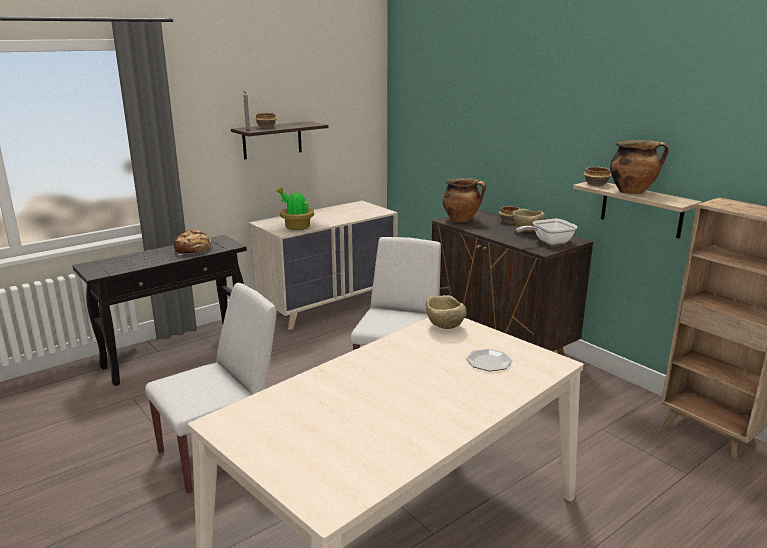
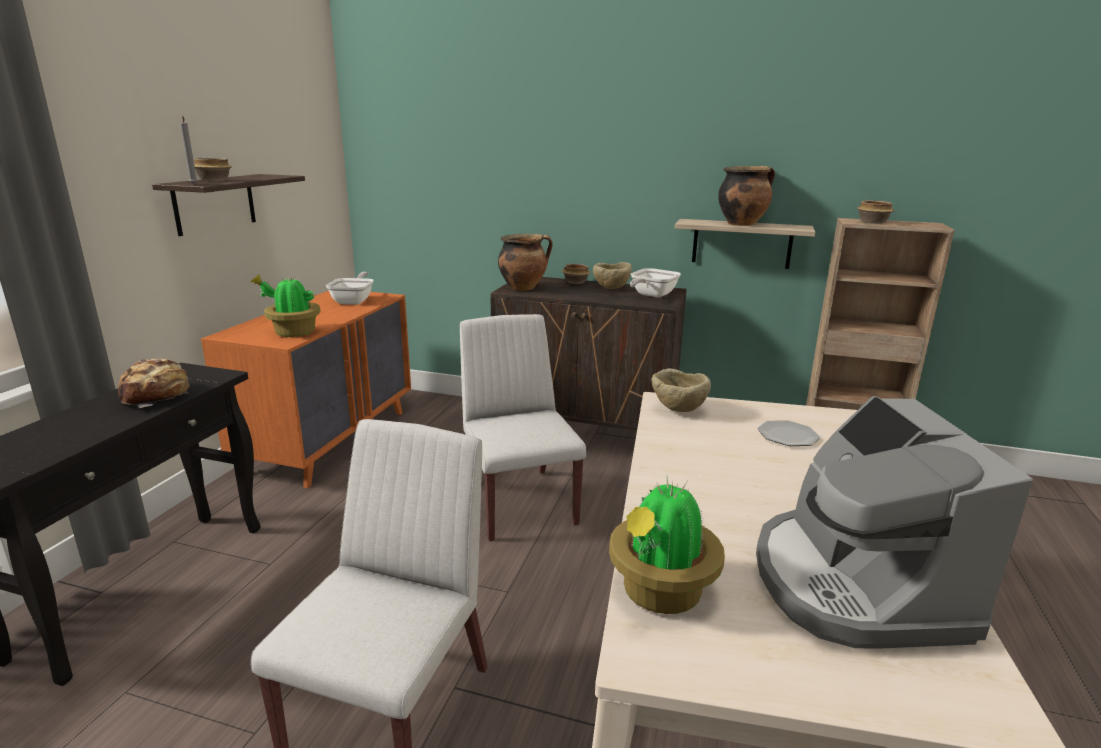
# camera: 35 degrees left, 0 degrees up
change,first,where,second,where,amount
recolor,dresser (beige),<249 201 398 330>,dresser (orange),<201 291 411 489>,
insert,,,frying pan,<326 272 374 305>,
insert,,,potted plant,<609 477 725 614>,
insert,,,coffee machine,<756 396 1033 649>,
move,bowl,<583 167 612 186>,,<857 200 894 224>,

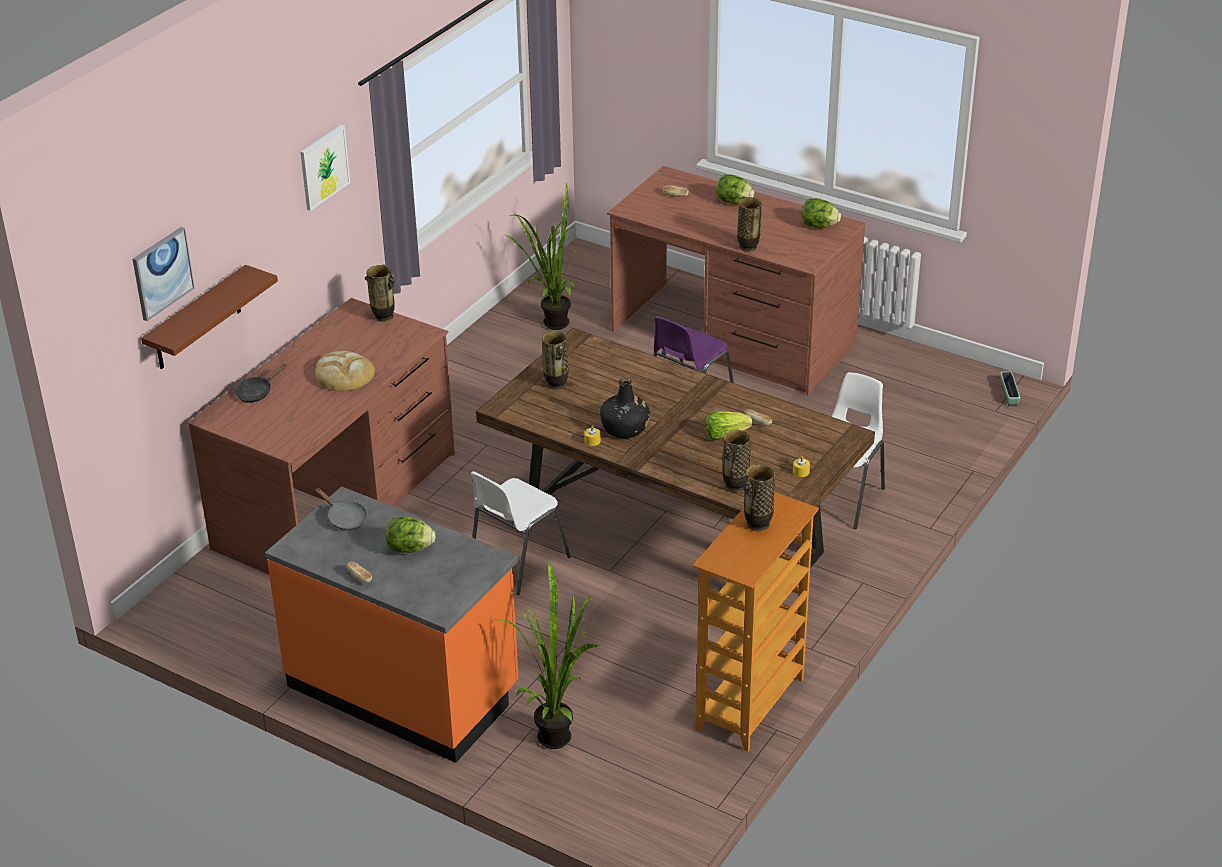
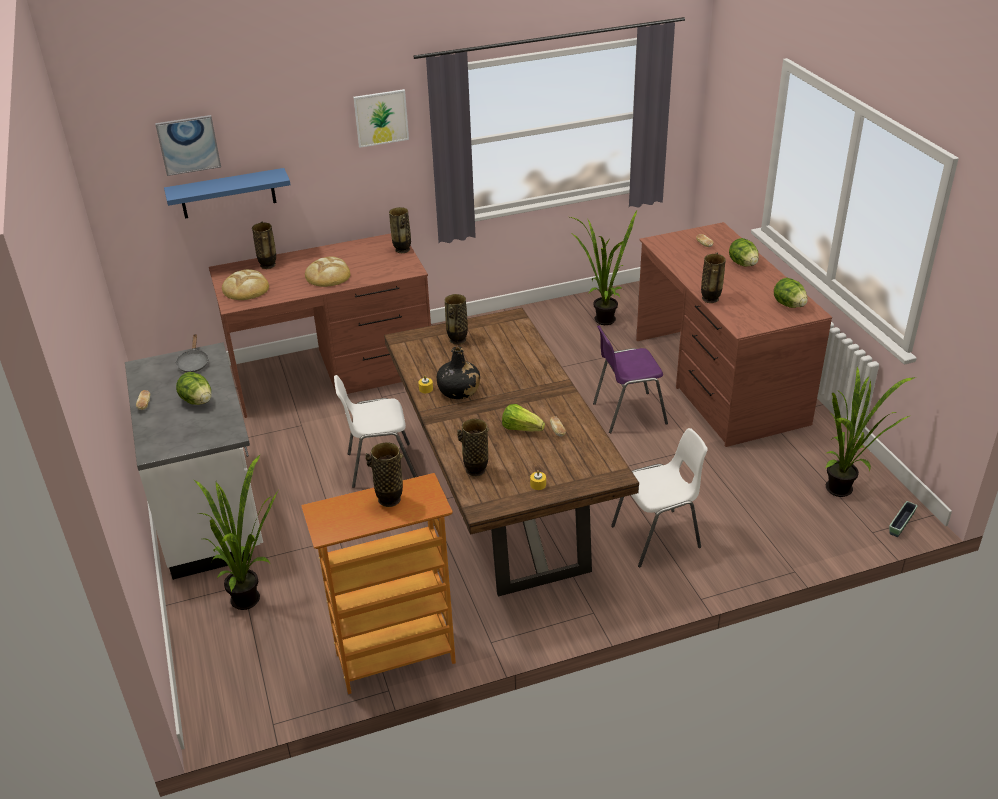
# camera: 40 degrees right, 0 degrees up
change,first,where,second,where,amount
recolor,counter (orange),<265 487 518 763>,counter (white),<125 342 263 580>,
recolor,shelf (brown),<141 265 278 369>,shelf (blue),<164 168 291 219>,
insert,,,bread,<222 269 269 300>,
replace,frying pan (black),<235 364 287 403>,vase,<252 221 276 269>,
insert,,,potted plant,<826 367 917 497>,

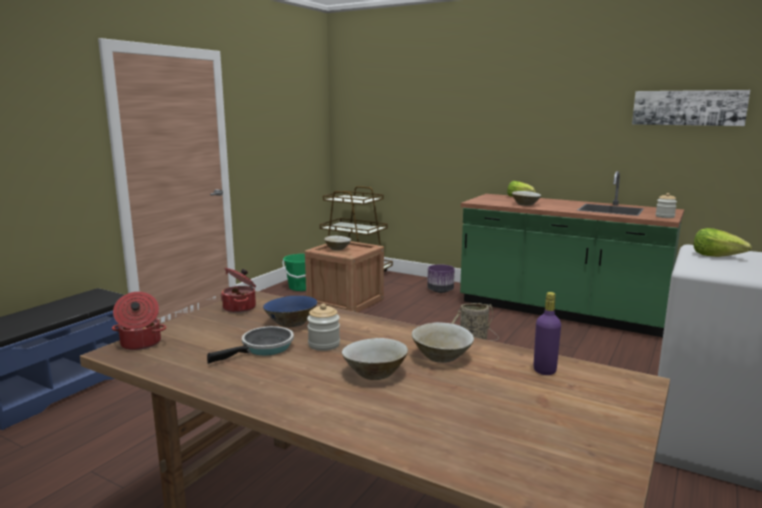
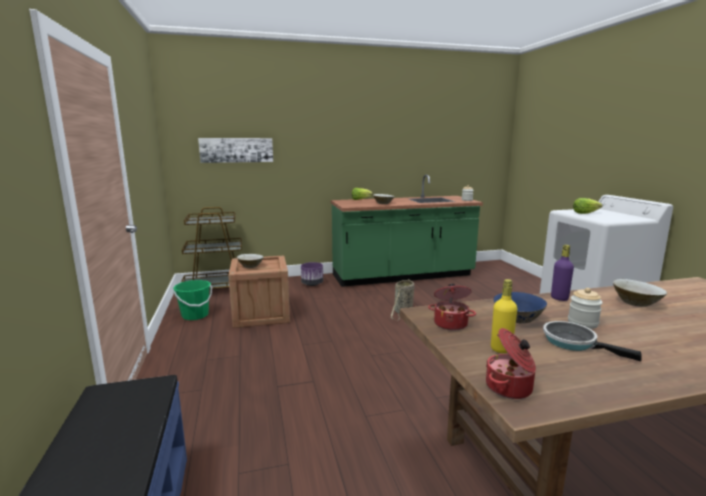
# camera: 45 degrees left, 0 degrees up
change,first,where,second,where,amount
move,picture,<632 90 750 126>,,<198 138 273 163>,
insert,,,bottle (yellow),<491 279 517 353>,
rotate,frying pan,<207 326 294 364>,,<543 321 642 362>,45 degrees counterclockwise
move,bottle (purple),<534 292 561 375>,,<551 244 574 301>,
delete,bowl (beige),<342 338 408 380>,,,

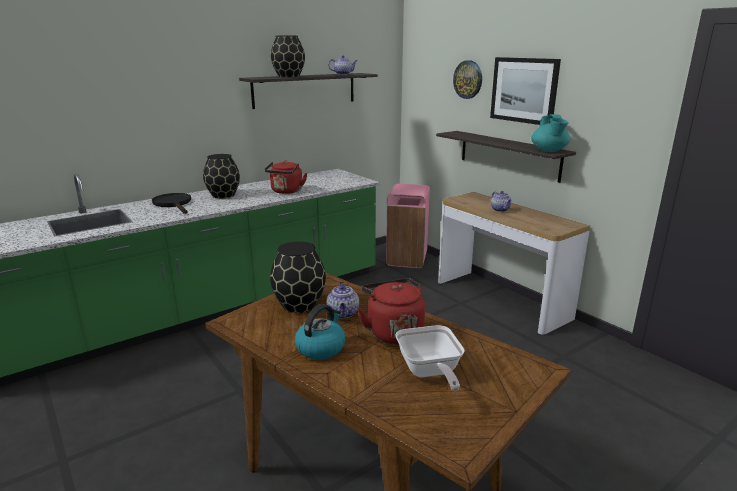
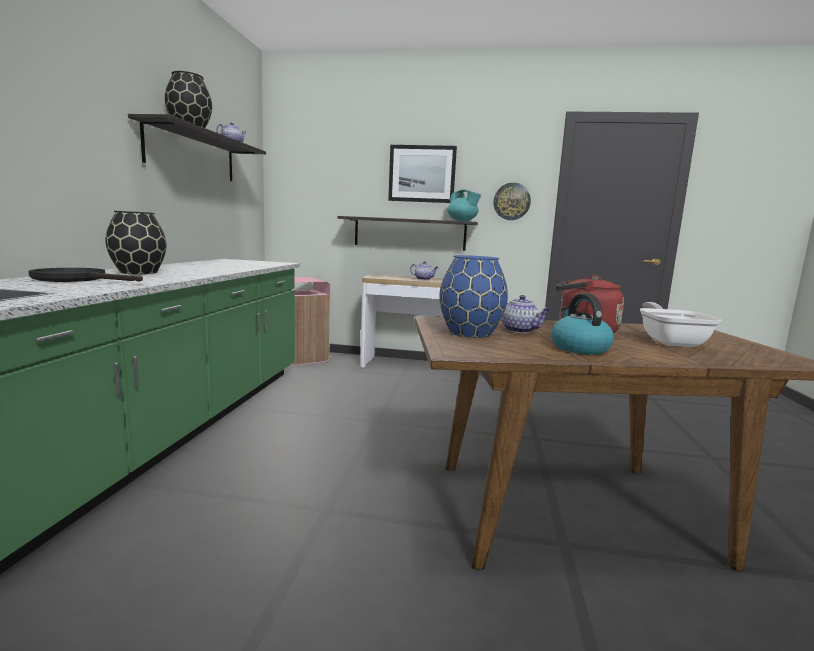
# camera: 45 degrees left, 10 degrees down
change,first,where,second,where,amount
recolor,vase (black),<270 241 326 313>,vase (blue),<439 255 508 338>,
move,wall clock,<453 60 482 99>,,<493 183 531 220>,
rotate,frying pan,<395 325 465 391>,,<640 302 721 347>,120 degrees counterclockwise
delete,kettle (red),<264 161 307 194>,,,

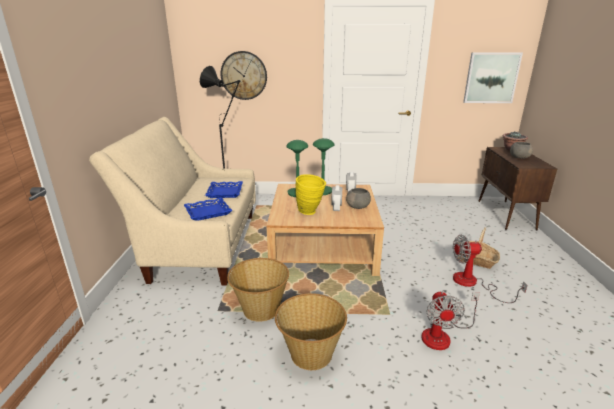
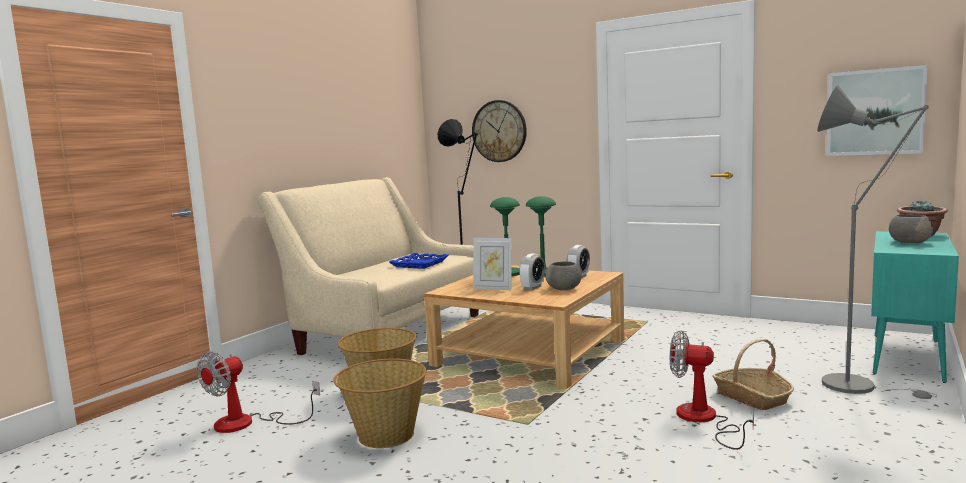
# camera: 30 degrees right, 15 degrees down
change,first,where,second,where,amount
move,fan,<421 291 480 350>,,<197 351 320 433>,
replace,vase (yellow),<295 174 326 215>,picture frame,<473 238 512 290>,
insert,,,floor lamp (grey),<817 85 937 399>,
recolor,cabinet (brown),<479 147 557 230>,cabinet (turquoise),<871 231 959 383>,
delete,tray (blue),<184 197 233 220>,,,

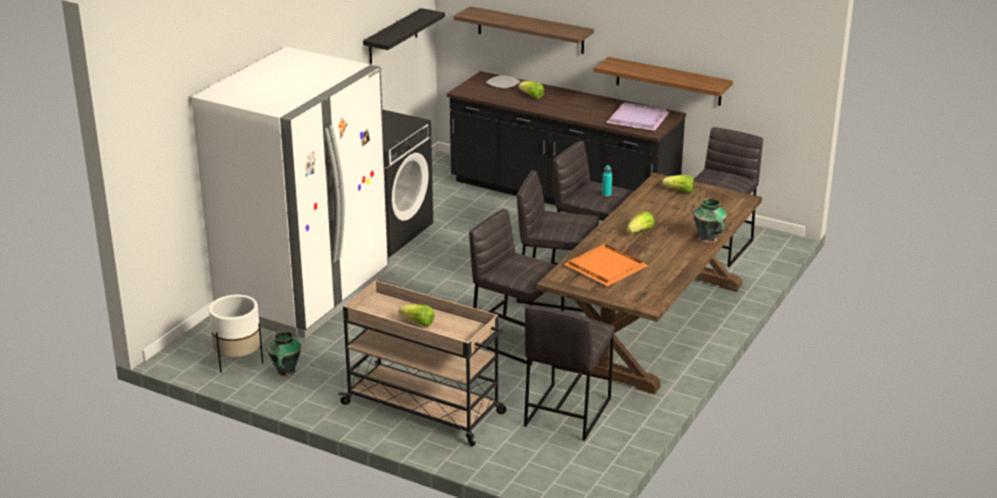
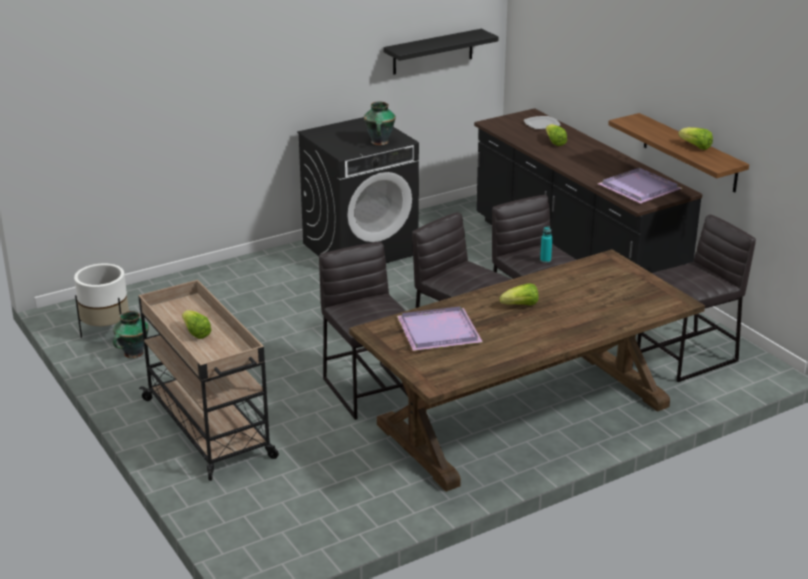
# camera: 30 degrees right, 0 degrees up
change,first,where,second,where,amount
move,vase,<693 198 727 243>,,<364 102 396 145>,
recolor,tray (orange),<564 244 649 286>,tray (purple),<397 306 483 351>,
move,lettuce,<662 175 694 193>,,<678 127 713 150>,
delete,fridge (white),<191 47 389 339>,,,
delete,shelf,<453 6 594 54>,,,
delete,stool (grey),<524 305 615 441>,,,

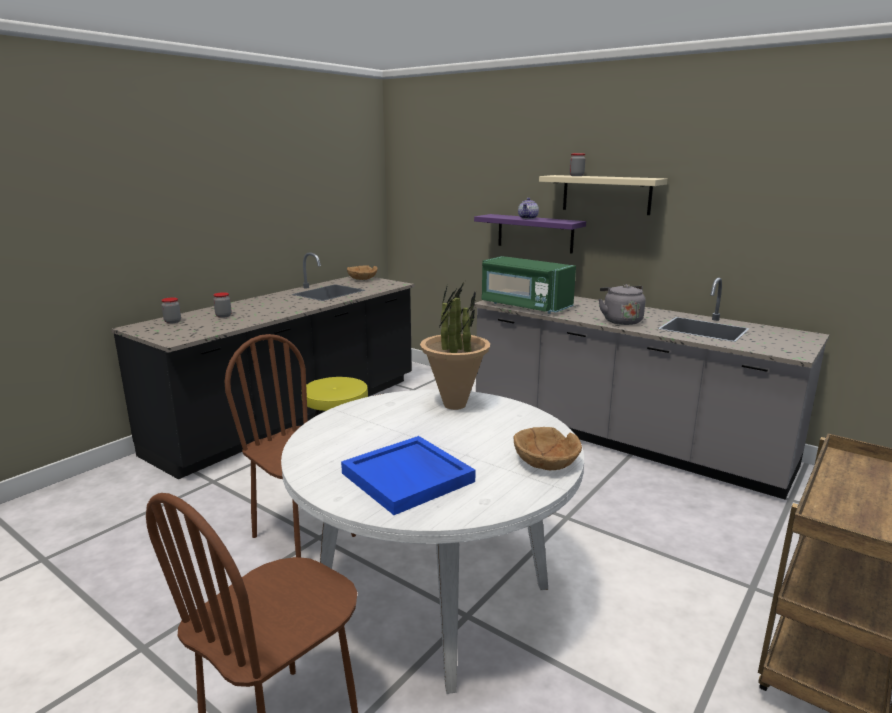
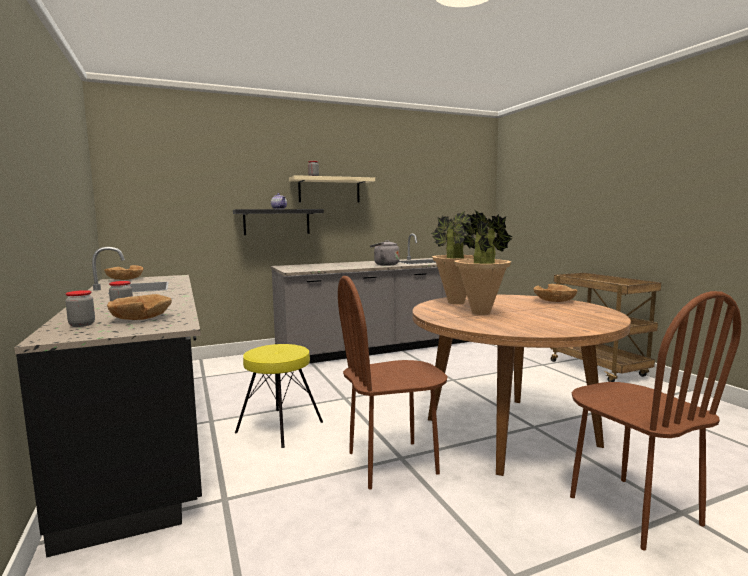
# camera: 60 degrees left, 10 degrees down
change,first,where,second,where,amount
insert,,,bowl (brown),<107 294 172 320>,
recolor,shelf (purple),<474 214 586 254>,shelf (black),<233 209 324 235>,
recolor,dining table (white),<281 389 584 694>,dining table (brown),<412 295 631 476>,
insert,,,potted plant,<454 210 512 315>,
delete,tray (blue),<341 436 475 515>,,,
delete,microwave (green),<482 256 576 314>,,,

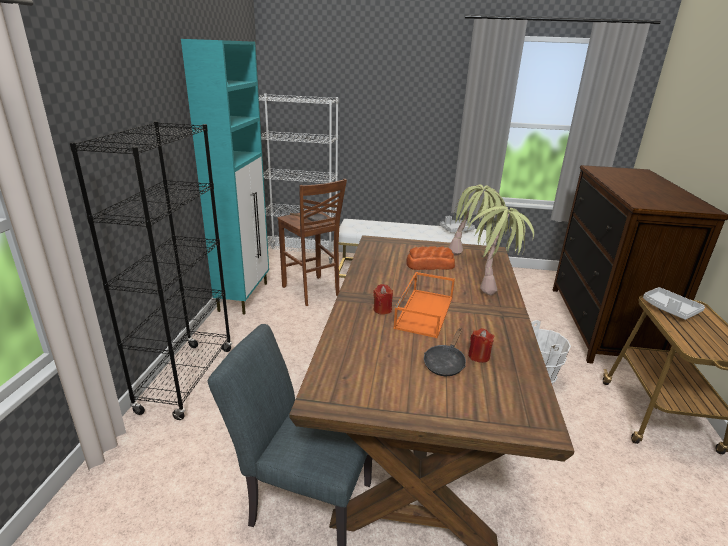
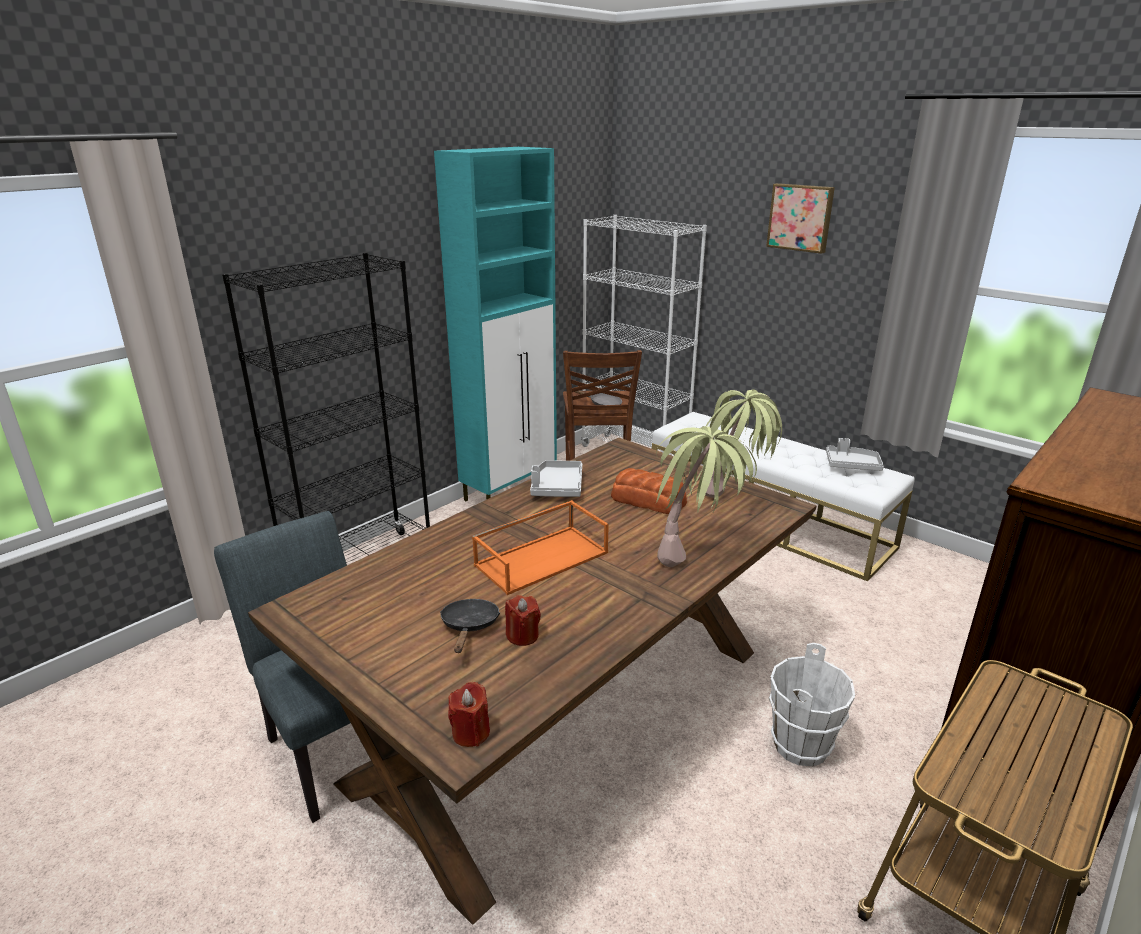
# camera: 35 degrees right, 0 degrees up
change,first,where,second,where,amount
rotate,frying pan (black),<424 328 466 376>,,<440 599 500 653>,120 degrees clockwise
move,candle (red),<373 284 393 315>,,<448 682 490 747>,
move,tray (grey),<643 287 705 320>,,<530 460 582 497>,
insert,,,picture,<766 183 835 254>,

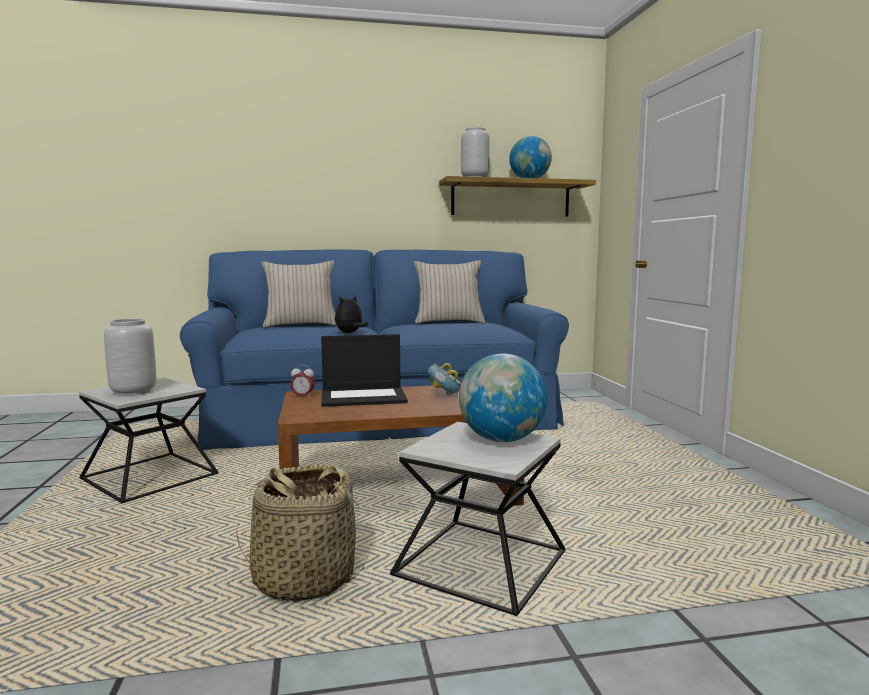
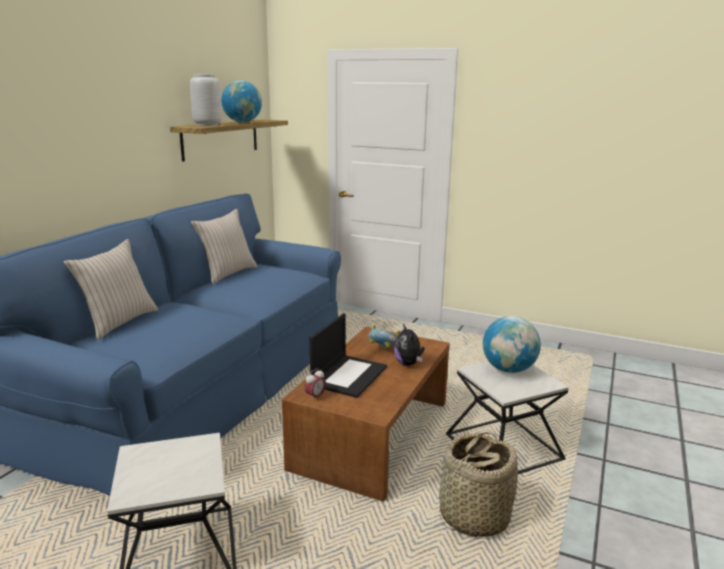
# camera: 55 degrees left, 10 degrees up
change,first,where,second,where,amount
move,plush toy,<335 295 368 333>,,<394 323 425 366>,
delete,vase (grey),<104 319 156 396>,,,

